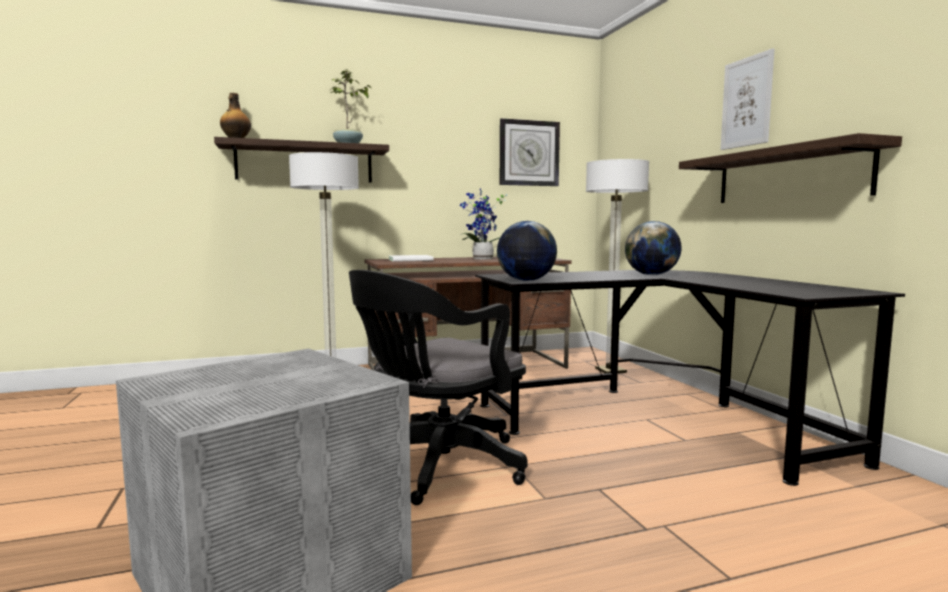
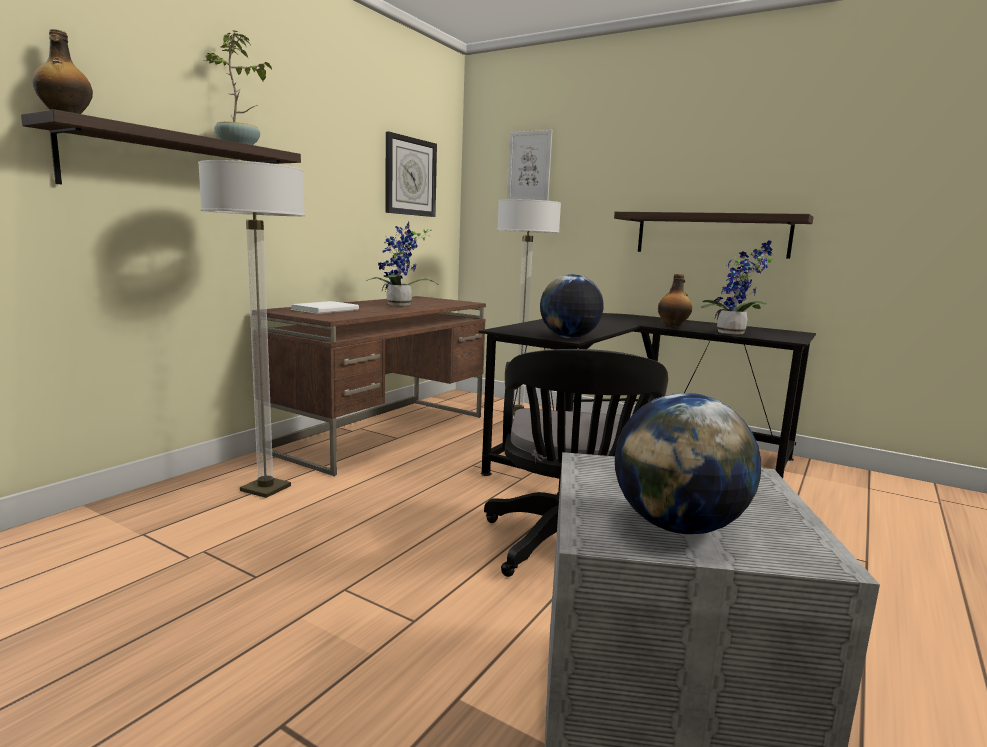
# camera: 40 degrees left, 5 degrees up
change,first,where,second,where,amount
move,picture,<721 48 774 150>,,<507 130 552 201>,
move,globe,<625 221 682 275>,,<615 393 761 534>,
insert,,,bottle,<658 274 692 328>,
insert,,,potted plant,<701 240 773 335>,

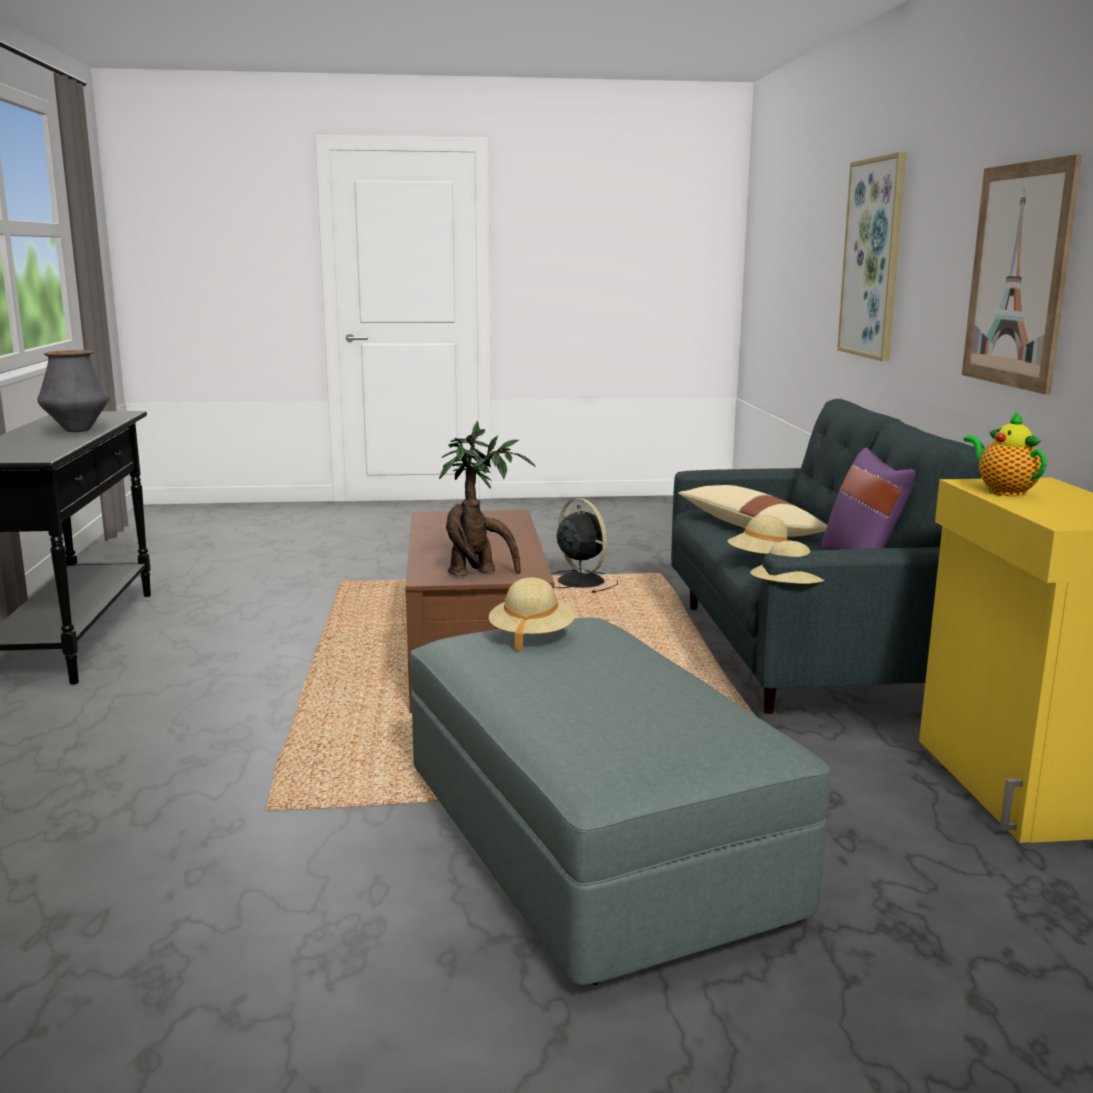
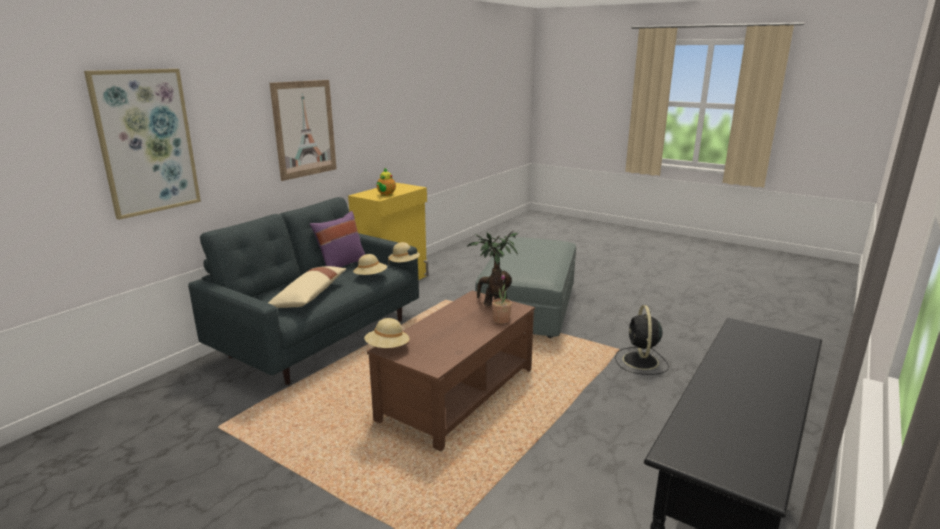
# camera: 140 degrees left, 5 degrees up
change,first,where,second,where,amount
move,hat (beige),<489 577 575 652>,,<364 318 410 348>,
insert,,,potted plant,<492 274 512 324>,
move,fan (black),<551 498 618 593>,,<615 305 669 375>,
delete,vase,<37 350 109 432>,,,

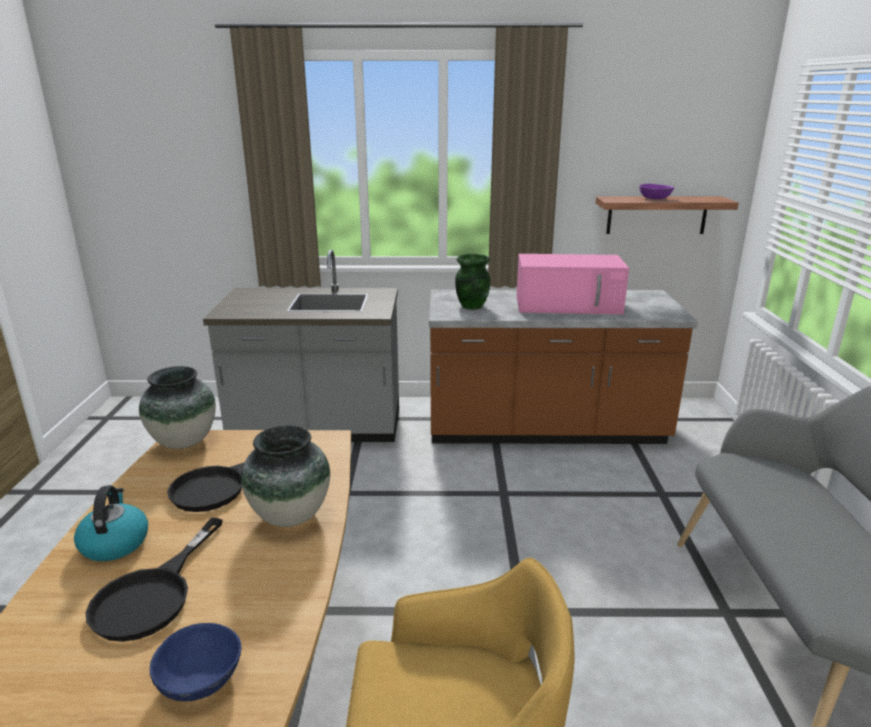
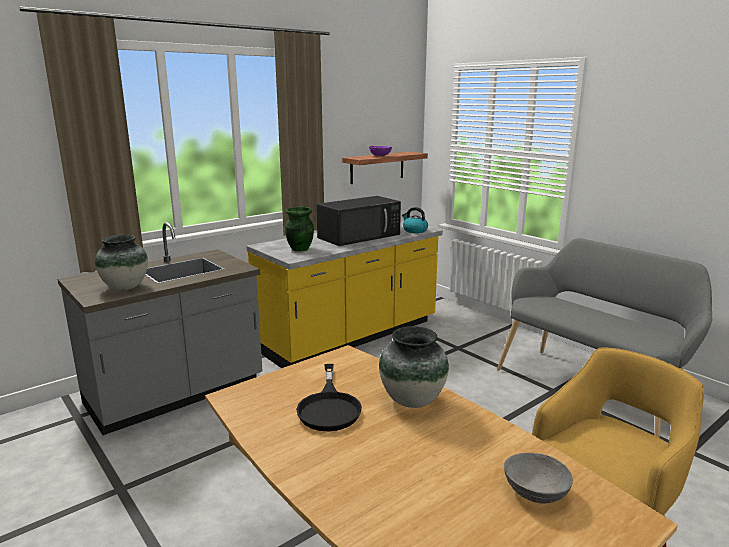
# camera: 40 degrees left, 5 degrees down
change,first,where,second,where,amount
move,vase,<139 366 216 449>,,<95 235 148 290>,
recolor,counter (brown),<429 290 698 444>,counter (yellow),<246 220 443 368>,
recolor,microwave (pink),<517 254 629 314>,microwave (black),<316 196 401 246>,
move,kettle,<74 485 148 561>,,<402 207 428 233>,
recolor,bowl (blue),<150 623 242 701>,bowl (grey),<504 453 573 504>,
delete,frying pan (black),<85 518 223 642>,,,

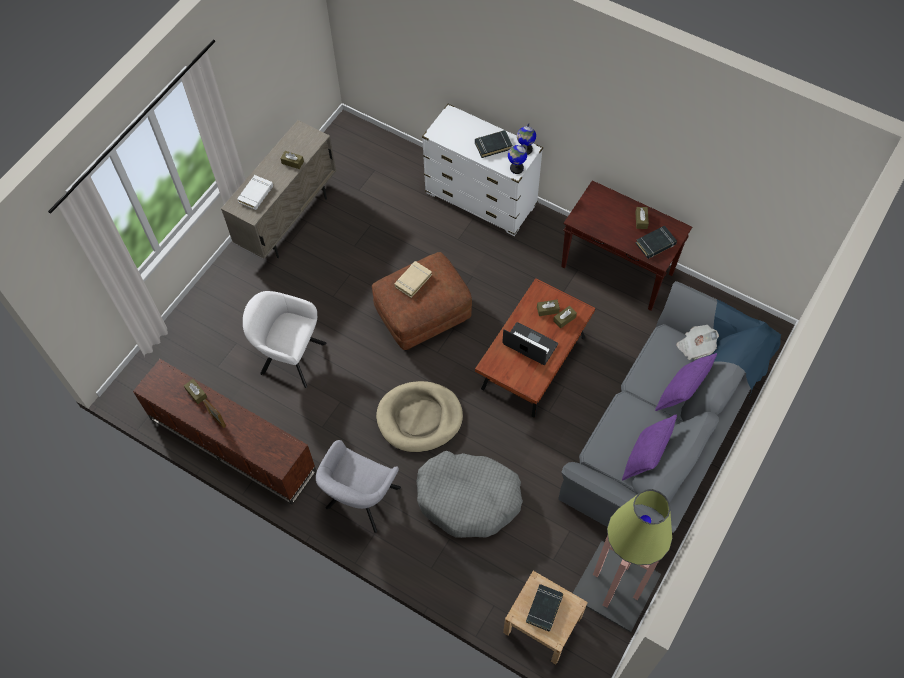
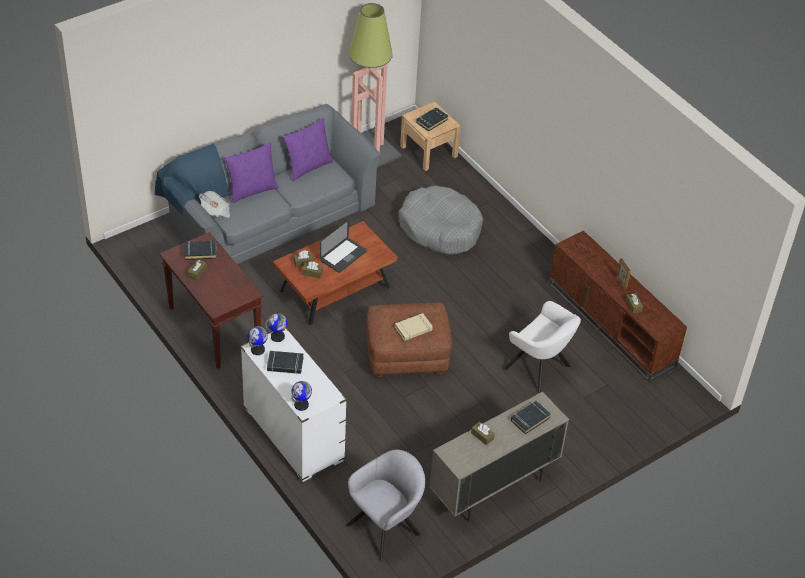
# camera: 160 degrees left, 15 degrees down
change,first,where,second,where,amount
insert,,,globe,<291 381 312 411>,
rotate,laptop,<502 322 558 365>,,<320 220 367 273>,105 degrees counterclockwise
move,armchair (grey),<316 440 401 533>,,<346 450 425 562>,
recolor,book (white),<237 175 273 210>,book (black),<511 401 551 434>,
delete,dog bed (beige),<376 381 463 452>,,,

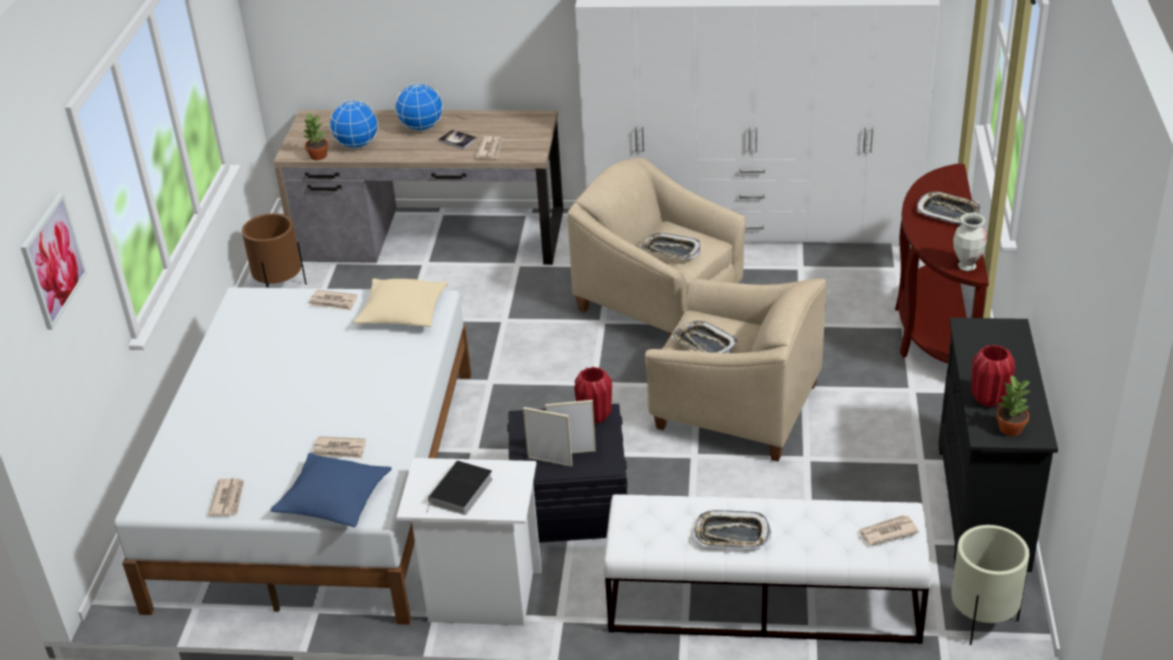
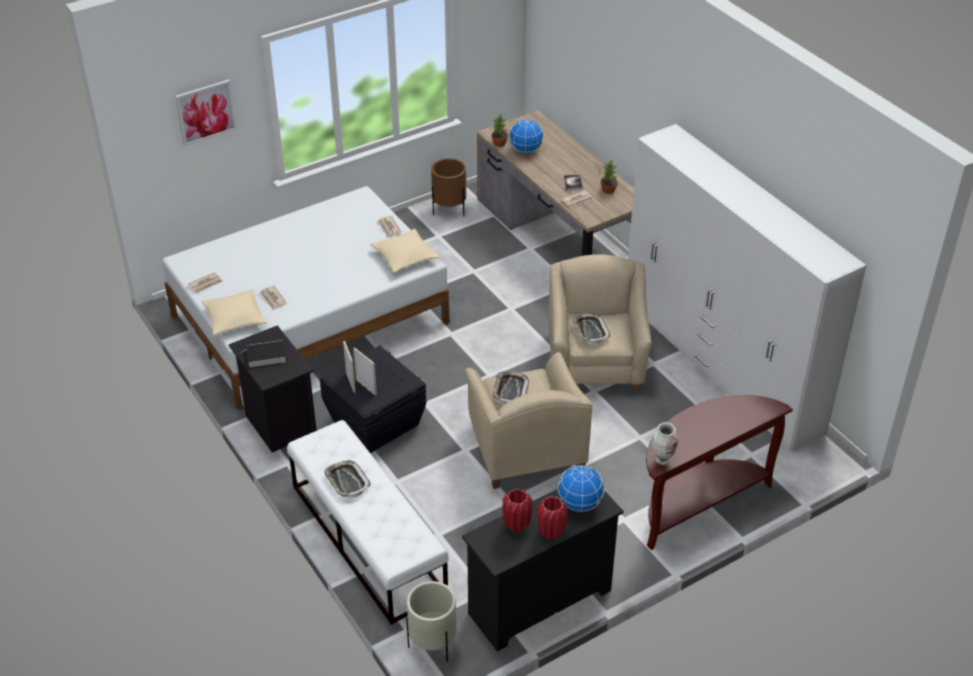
# camera: 50 degrees right, 5 degrees up
change,first,where,second,where,amount
recolor,pillow (blue),<270 453 392 527>,pillow (beige),<202 289 267 335>,
recolor,nightstand (white),<396 458 542 626>,nightstand (black),<229 325 317 452>,
move,vase (red),<574 367 612 424>,,<537 496 568 540>,
move,globe,<395 83 443 131>,,<558 465 604 512>,
move,potted plant,<996 375 1031 436>,,<600 159 618 194>,
delete,newspaper,<858 515 919 546>,,,
delete,tray,<917 192 981 225>,,,

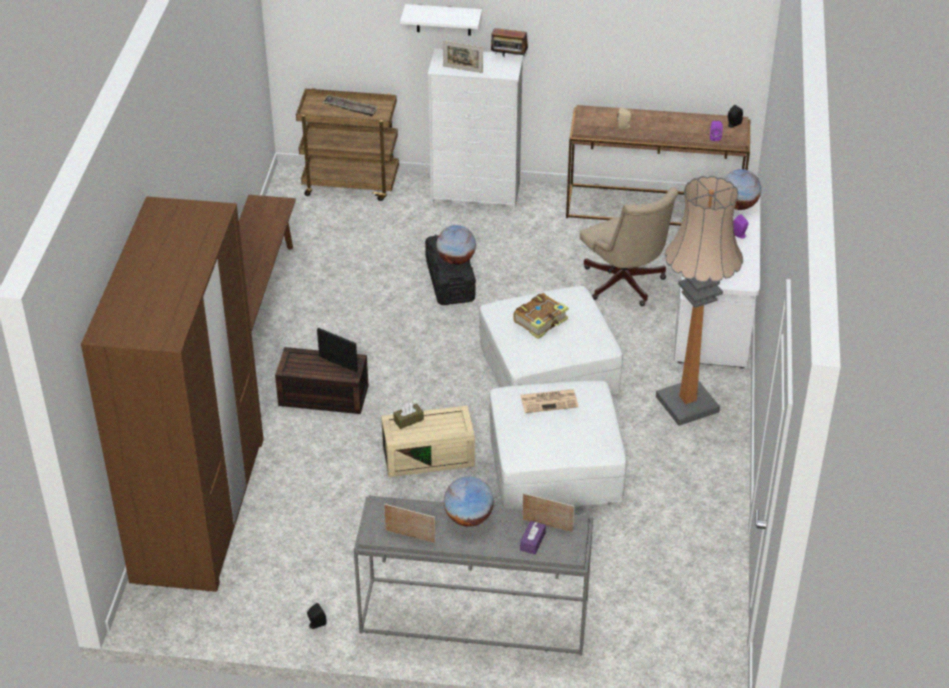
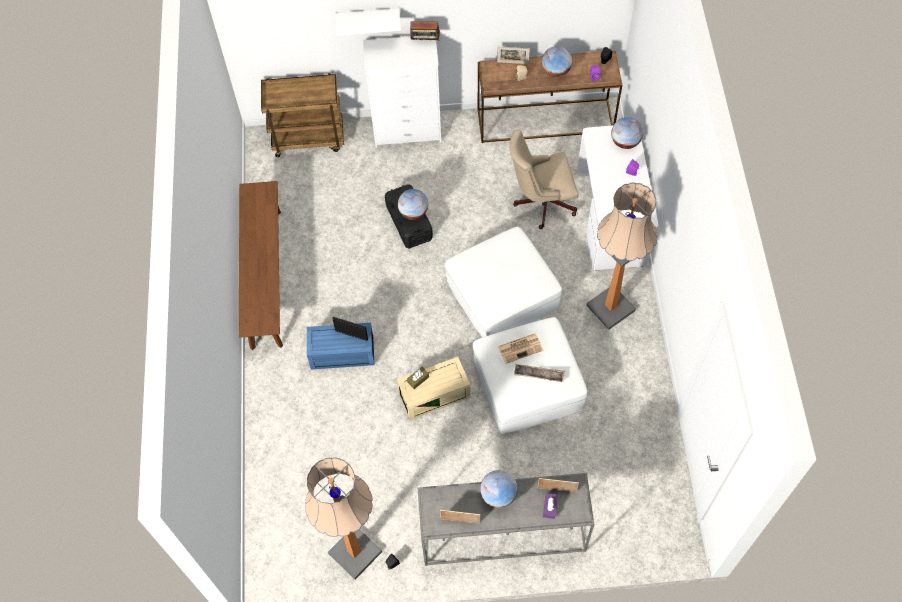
# camera: 10 degrees left, 20 degrees up
change,first,where,second,where,amount
insert,,,floor lamp,<305 457 382 579>,
recolor,storage box (brown),<275 347 368 414>,storage box (blue),<307 323 374 370>,
move,picture frame,<443 41 483 73>,,<497 47 530 64>,
rotate,office chair (beige),<580 187 678 306>,,<509 129 578 229>,120 degrees clockwise
move,tray,<322 95 378 116>,,<514 364 565 382>,
insert,,,globe,<542 46 572 77>,
delete,wardrobe (brown),<81 196 264 592>,,,
delete,book,<513 293 569 339>,,,

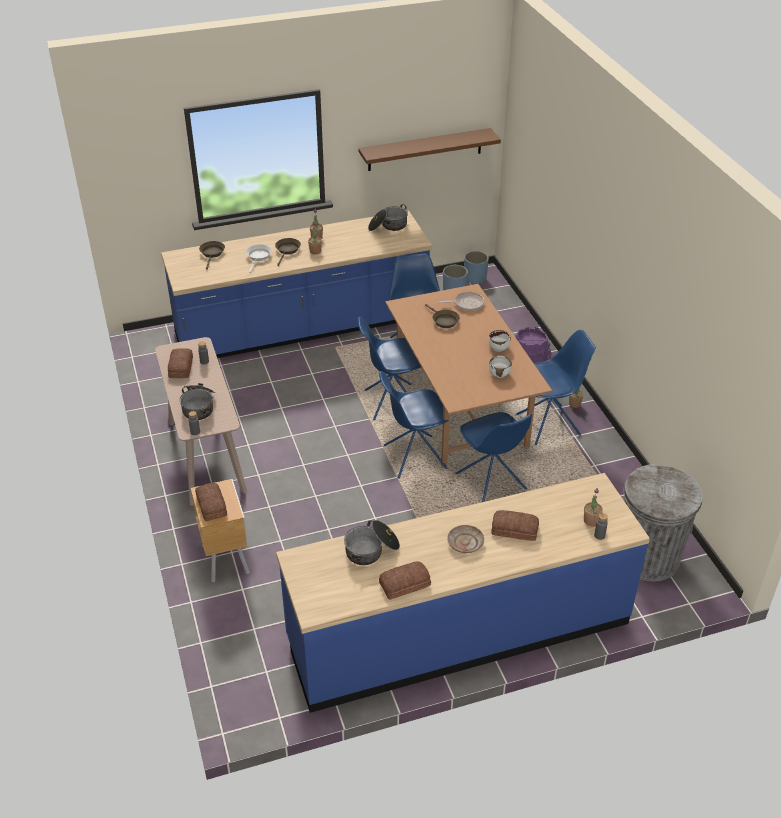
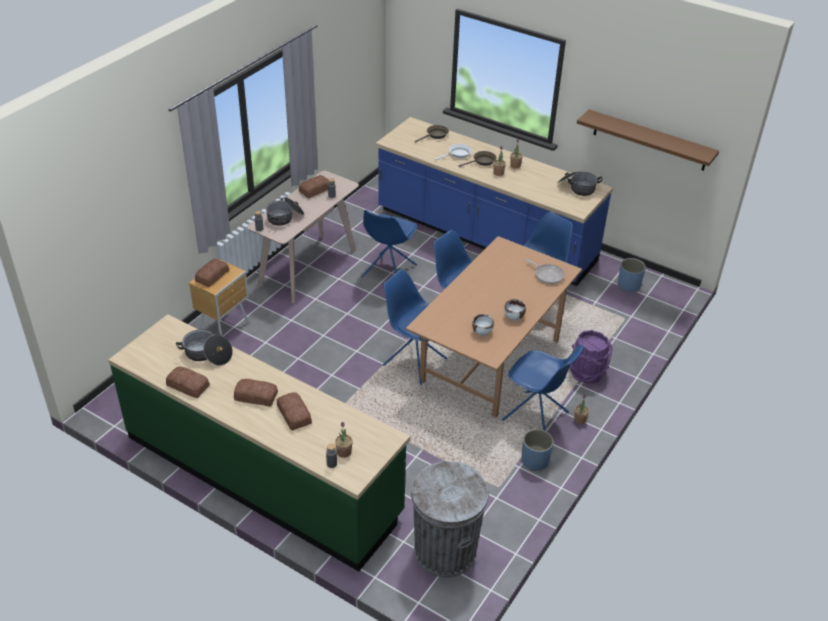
# camera: 50 degrees right, 0 degrees up
change,first,where,second,where,amount
recolor,counter (blue),<276 473 650 713>,counter (green),<108 314 410 572>,
replace,plate (beige),<447 525 484 553>,bread,<234 379 278 407>,
move,chair (blue),<455 412 532 502>,,<361 210 417 278>,
move,planter (blue),<464 251 489 284>,,<521 429 554 471>,
delete,frying pan (brown),<425 304 460 328>,,,

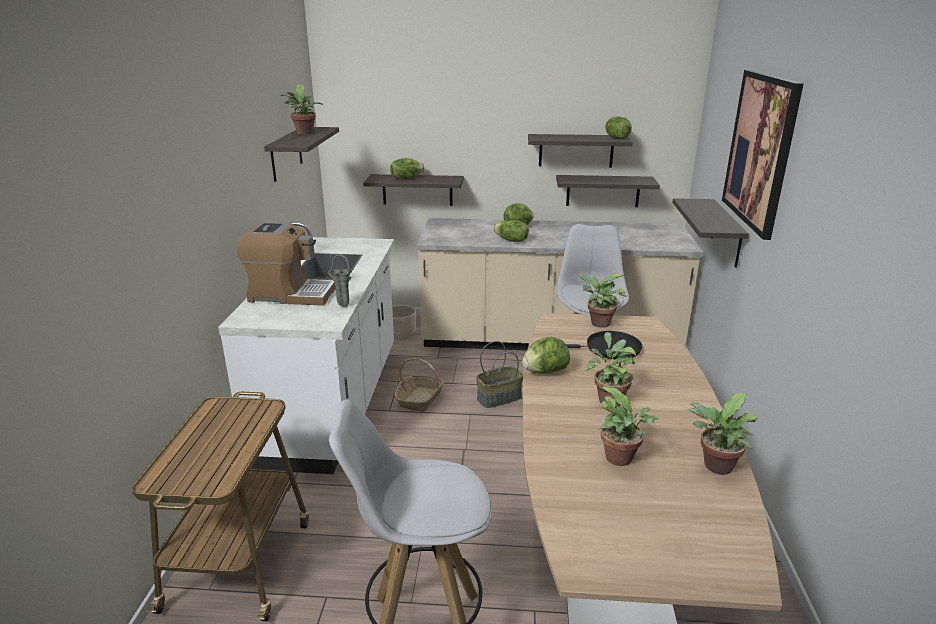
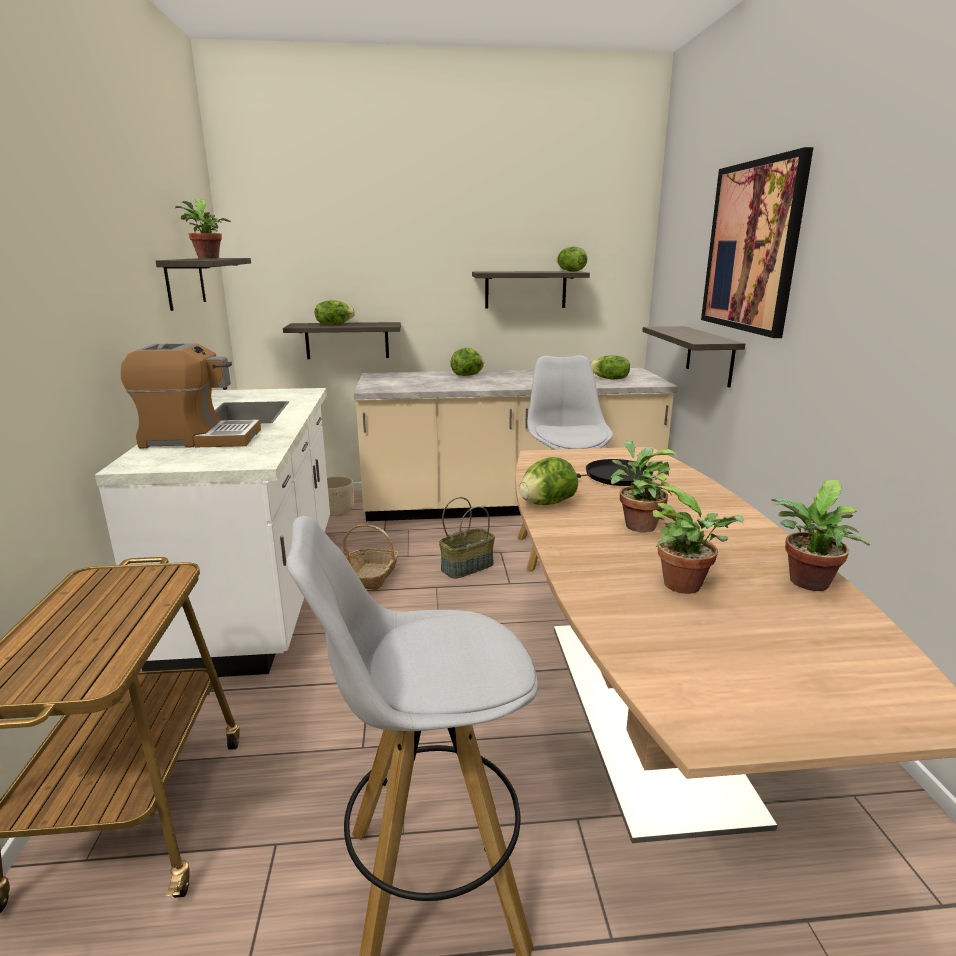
# camera: 10 degrees left, 5 degrees down
change,first,where,second,where,amount
move,lettuce,<494 220 529 242>,,<590 355 630 379>,
delete,vase (green),<328 255 352 307>,,,
delete,shelf,<556 175 660 207>,,,
delete,potted plant,<577 273 626 328>,,,

